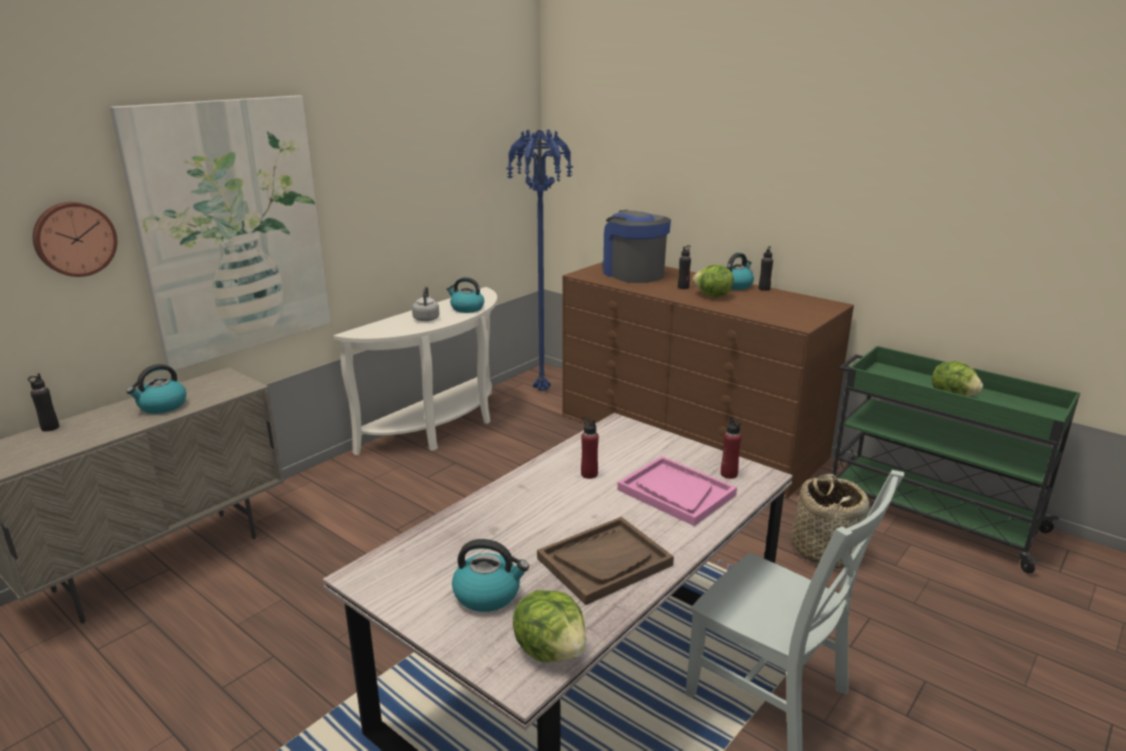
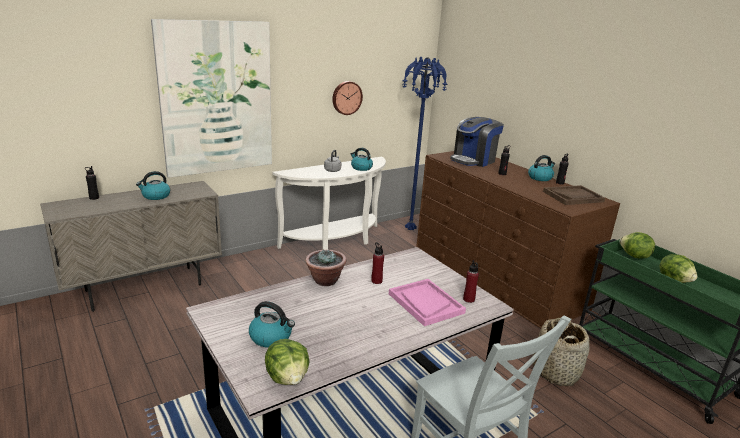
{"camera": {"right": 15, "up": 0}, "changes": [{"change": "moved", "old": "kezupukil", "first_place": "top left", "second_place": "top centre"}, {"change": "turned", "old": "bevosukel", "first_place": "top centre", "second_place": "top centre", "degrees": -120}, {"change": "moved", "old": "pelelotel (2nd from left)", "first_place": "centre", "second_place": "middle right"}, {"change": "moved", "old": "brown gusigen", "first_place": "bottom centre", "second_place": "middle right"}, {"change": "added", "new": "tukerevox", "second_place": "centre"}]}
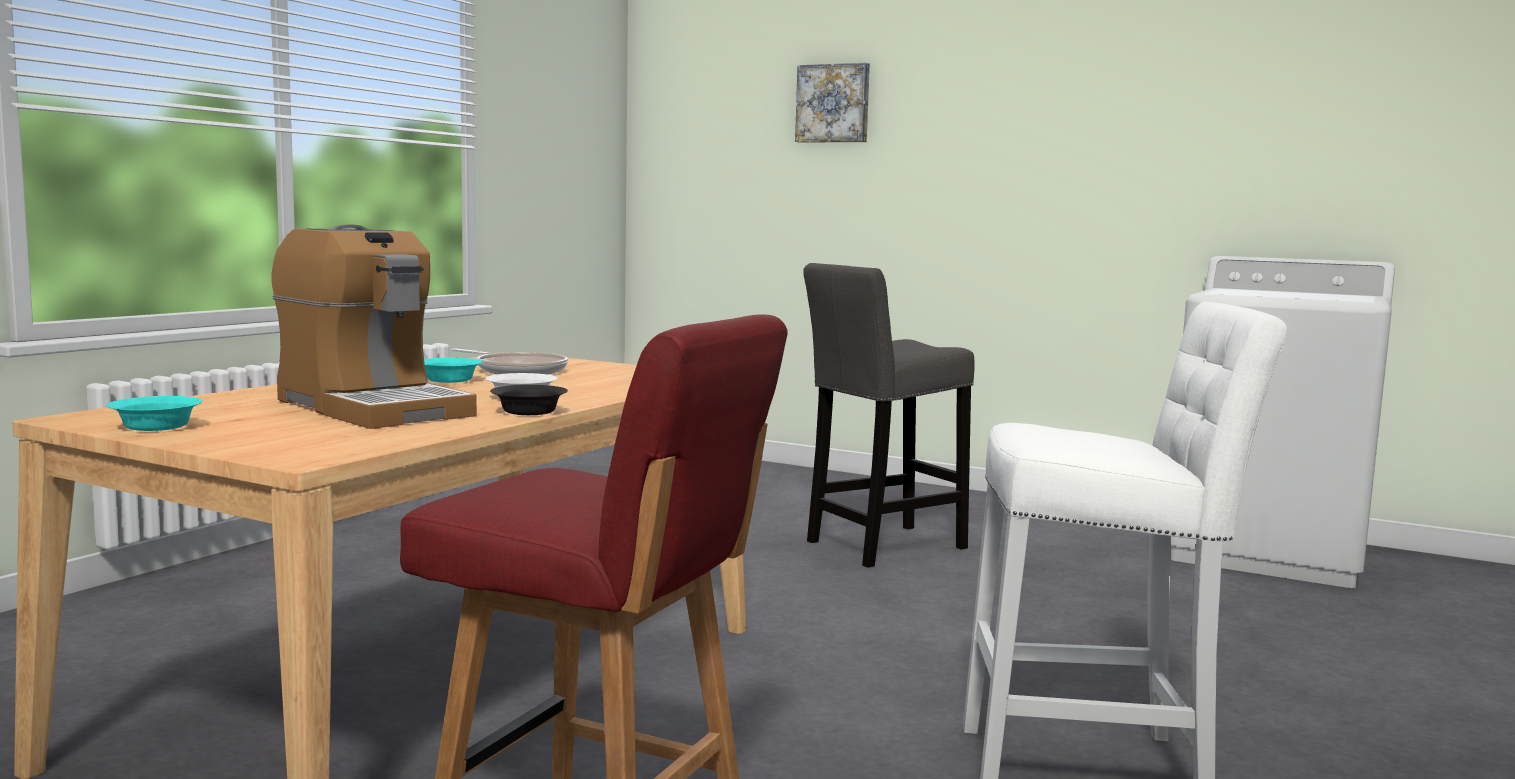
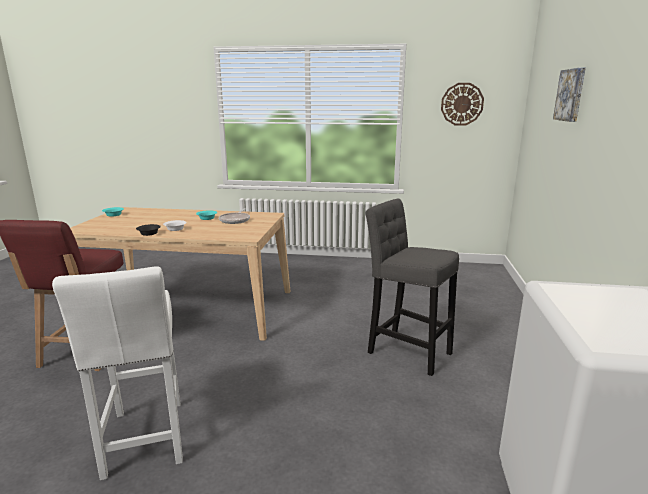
{"camera": {"right": 70, "up": 10}, "changes": [{"change": "removed", "old": "bevosukel", "first_place": "middle left"}, {"change": "added", "new": "kezupukil", "second_place": "top right"}]}
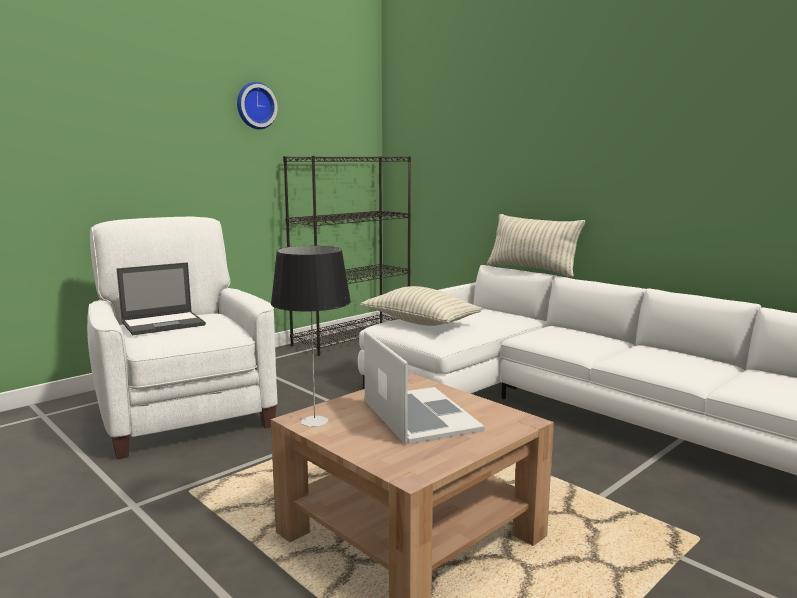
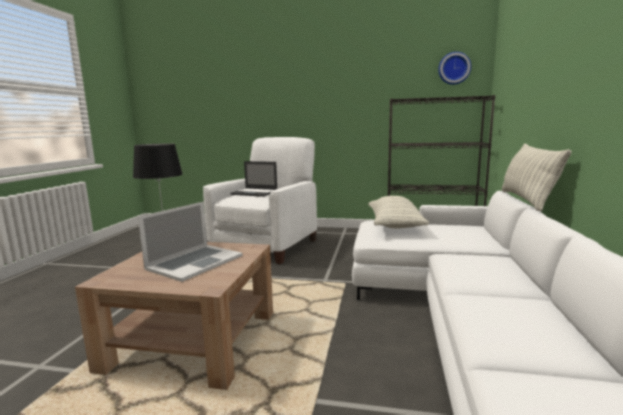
{"camera": {"right": 55, "up": 0}, "changes": [{"change": "moved", "old": "kezupukil", "first_place": "top left", "second_place": "top right"}]}
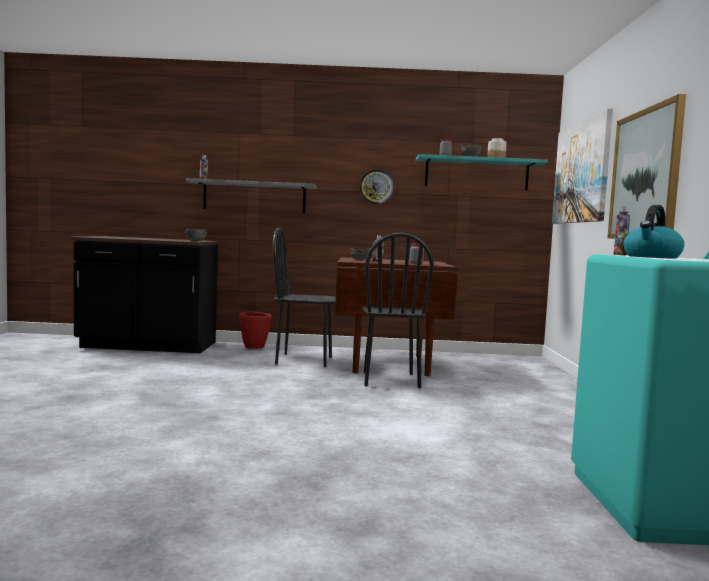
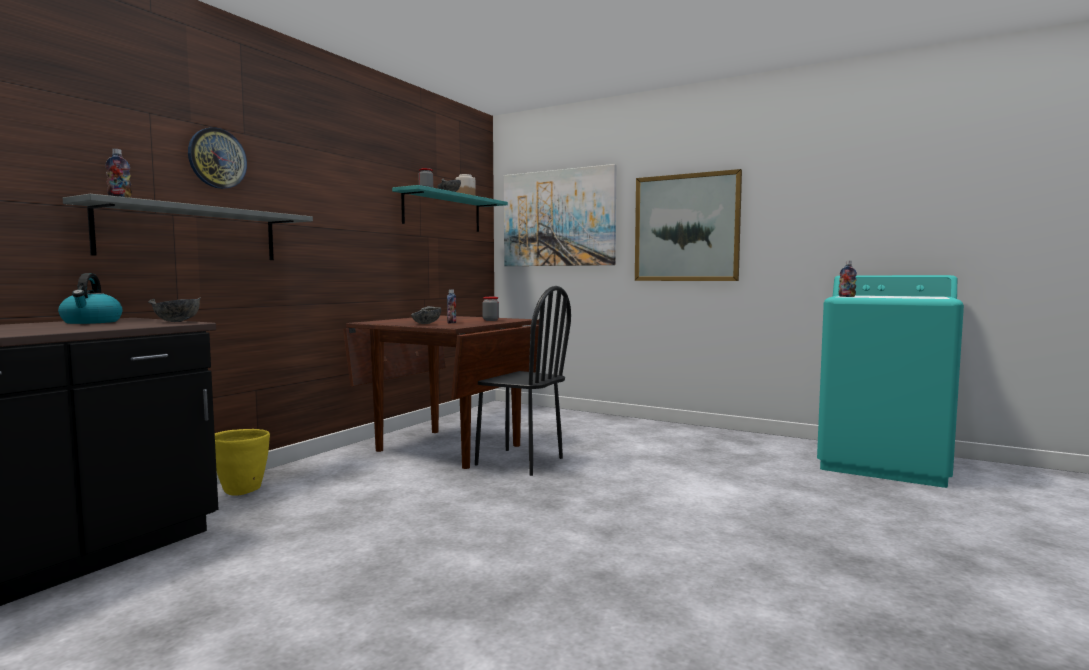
{"camera": {"right": -60, "up": 0}, "changes": [{"change": "moved", "old": "kezupukil", "first_place": "top centre", "second_place": "top left"}, {"change": "moved", "old": "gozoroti", "first_place": "middle right", "second_place": "middle left"}, {"change": "removed", "old": "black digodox (1st from left)", "first_place": "centre"}, {"change": "recoloured", "old": "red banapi", "new": "yellow banapi", "first_place": "centre", "second_place": "bottom left"}]}
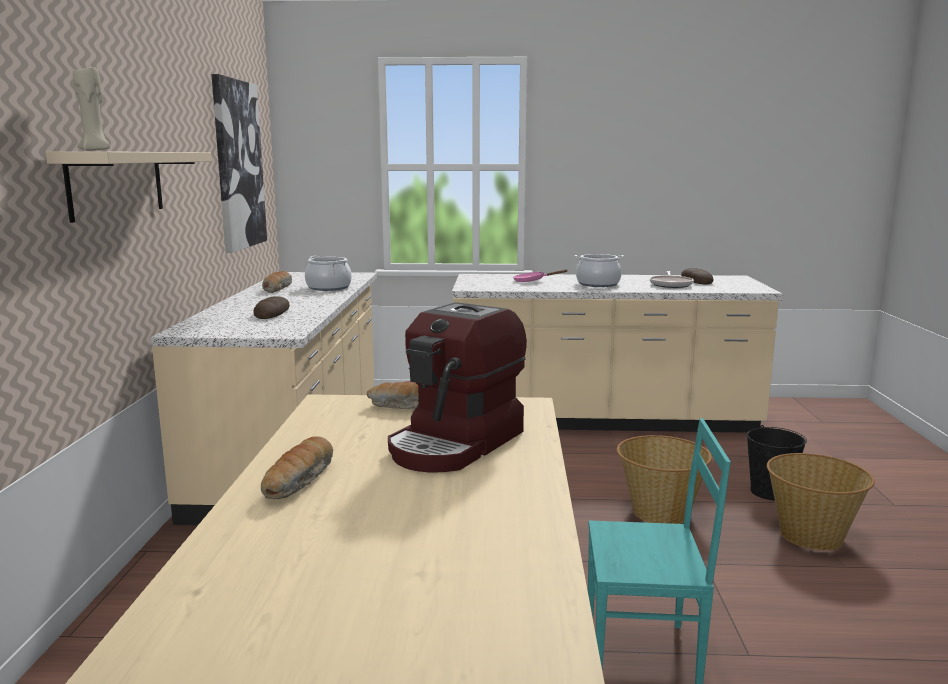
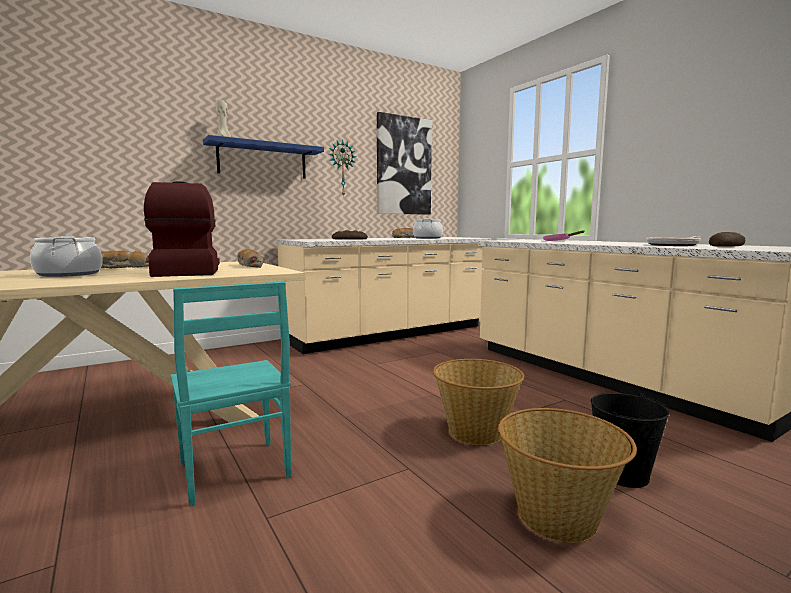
{"camera": {"right": 55, "up": -5}, "changes": [{"change": "recoloured", "old": "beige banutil", "new": "blue banutil", "first_place": "top left", "second_place": "top left"}, {"change": "moved", "old": "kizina (2nd from left in the first image)", "new": "kizina (1st from left)", "first_place": "centre", "second_place": "middle left"}, {"change": "turned", "old": "bevosukel", "first_place": "centre", "second_place": "middle left", "degrees": 75}, {"change": "added", "new": "kezupukil", "second_place": "top centre"}]}
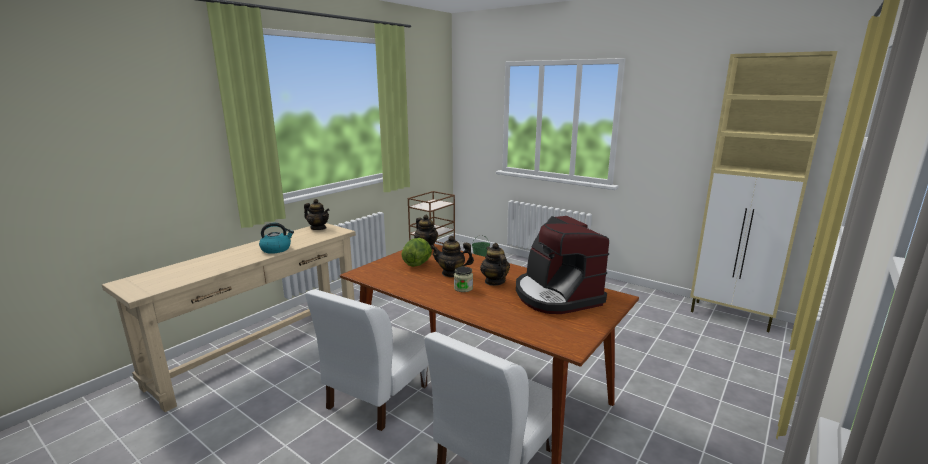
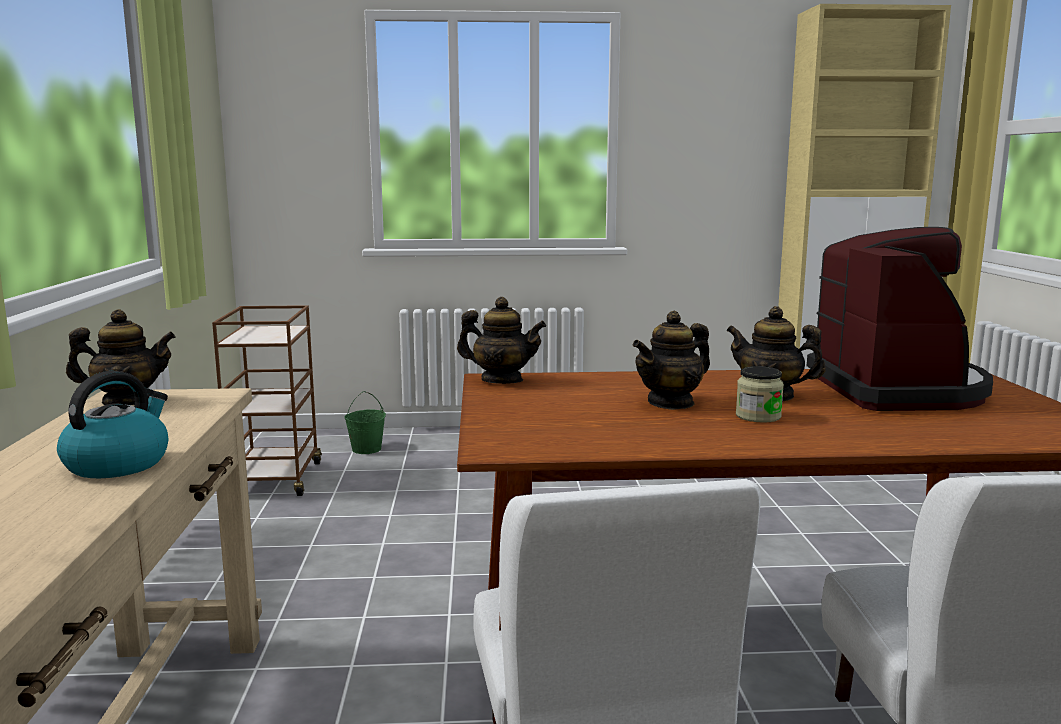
{"camera": {"right": -40, "up": -5}, "changes": [{"change": "turned", "old": "bevosukel", "first_place": "centre", "second_place": "middle right", "degrees": -120}, {"change": "removed", "old": "pelelotel", "first_place": "centre"}]}
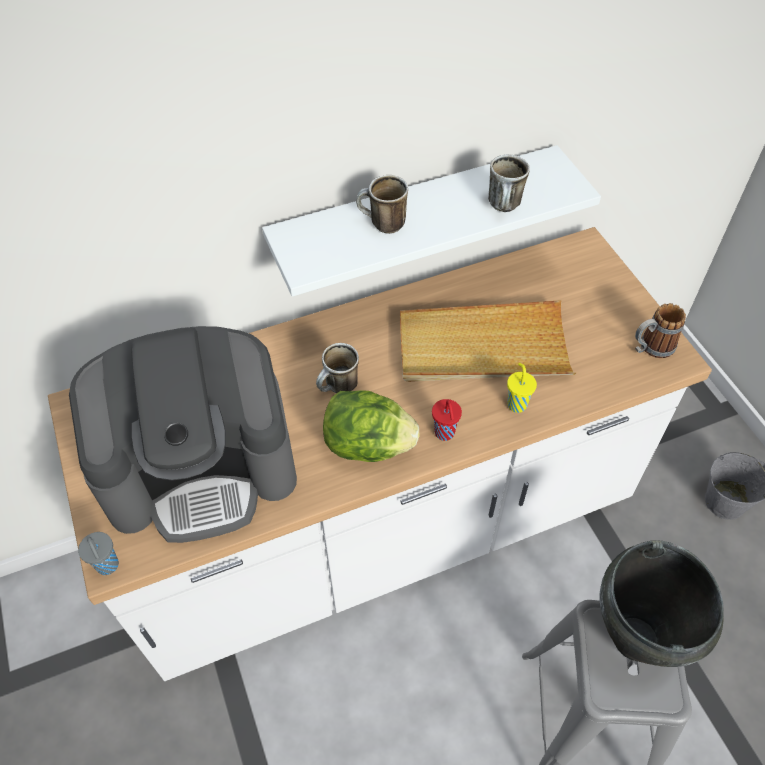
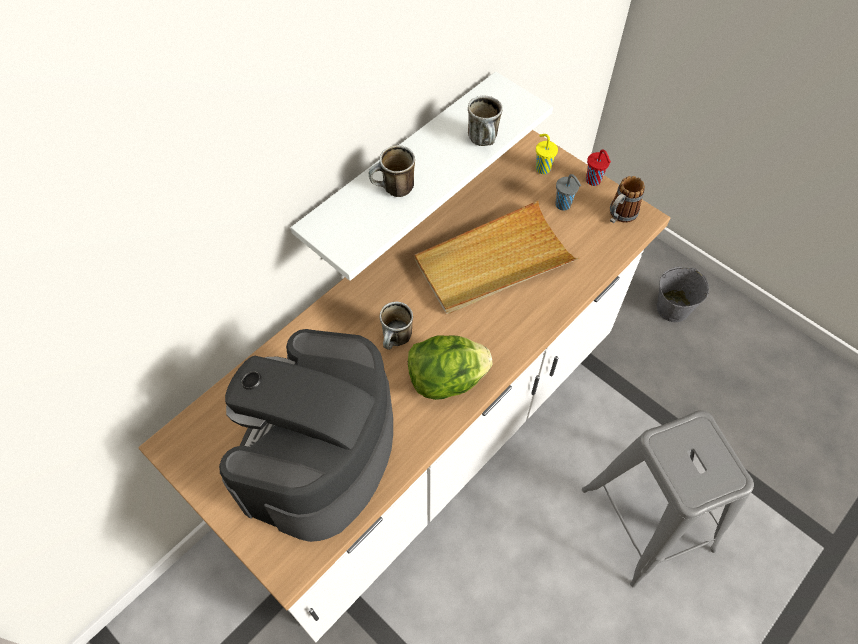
{"camera": {"right": -25, "up": 5}, "changes": [{"change": "turned", "old": "bevosukel", "first_place": "middle left", "second_place": "bottom centre", "degrees": 150}, {"change": "moved", "old": "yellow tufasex", "first_place": "middle right", "second_place": "top centre"}, {"change": "moved", "old": "red tufasex", "first_place": "centre", "second_place": "top right"}, {"change": "moved", "old": "grey tufasex", "first_place": "bottom left", "second_place": "top centre"}, {"change": "removed", "old": "black kizina", "first_place": "bottom right"}]}
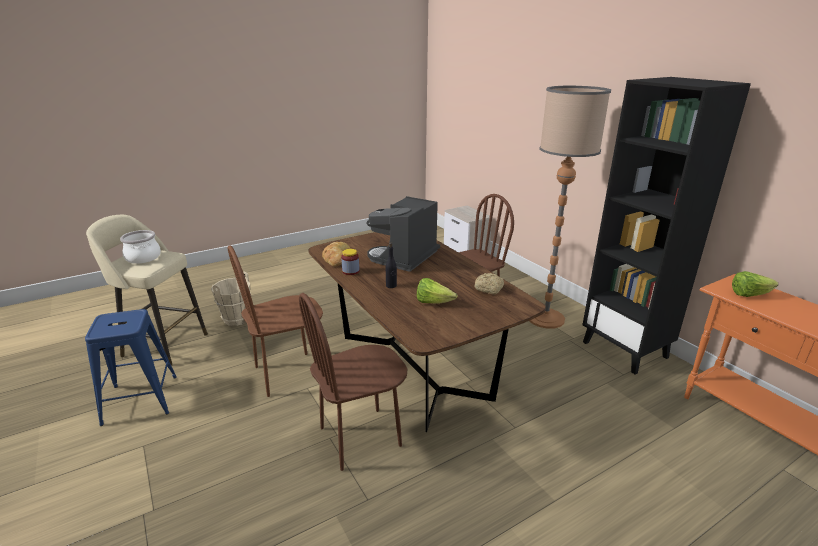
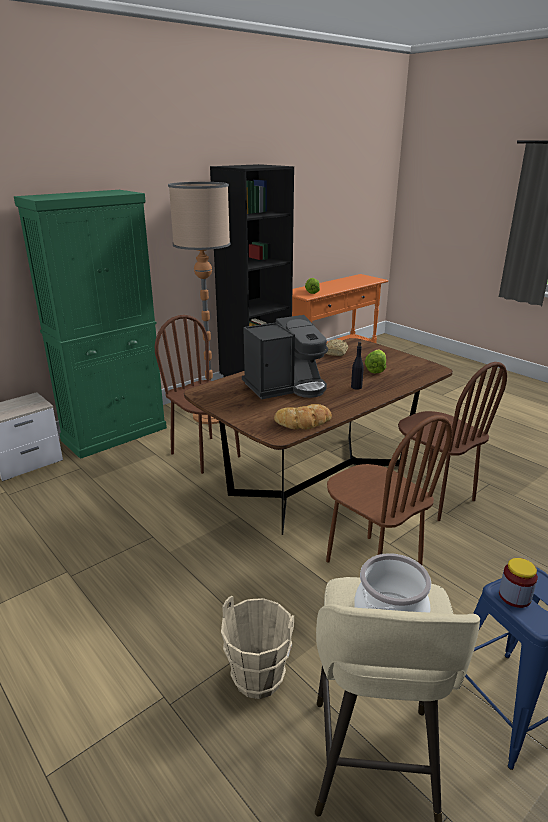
{"camera": {"right": -100, "up": 0}, "changes": [{"change": "turned", "old": "bevosukel", "first_place": "centre", "second_place": "centre", "degrees": -45}, {"change": "moved", "old": "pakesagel", "first_place": "centre", "second_place": "bottom right"}, {"change": "added", "new": "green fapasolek", "second_place": "middle left"}]}
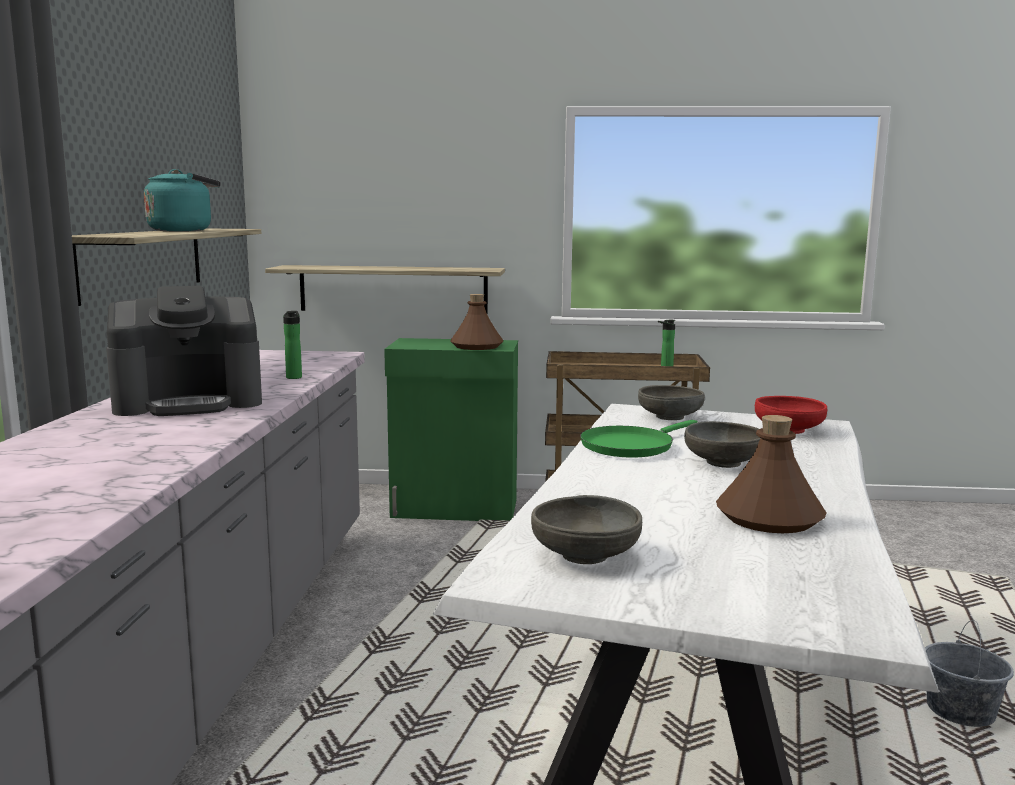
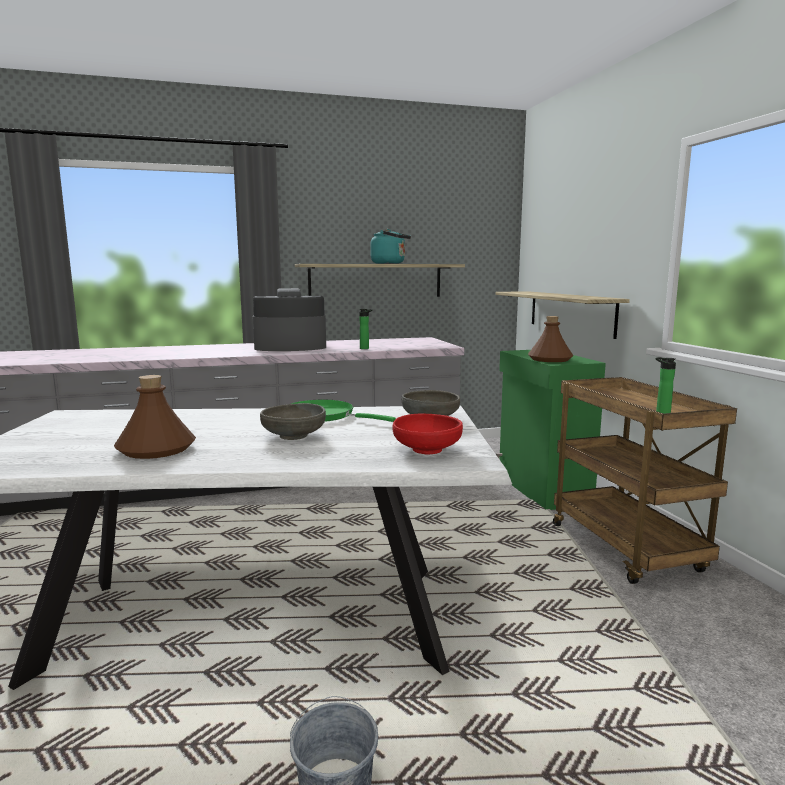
{"camera": {"right": 70, "up": 0}, "changes": [{"change": "turned", "old": "bevosukel", "first_place": "middle left", "second_place": "centre", "degrees": 120}, {"change": "removed", "old": "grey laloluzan (1st from left)", "first_place": "bottom centre"}]}
